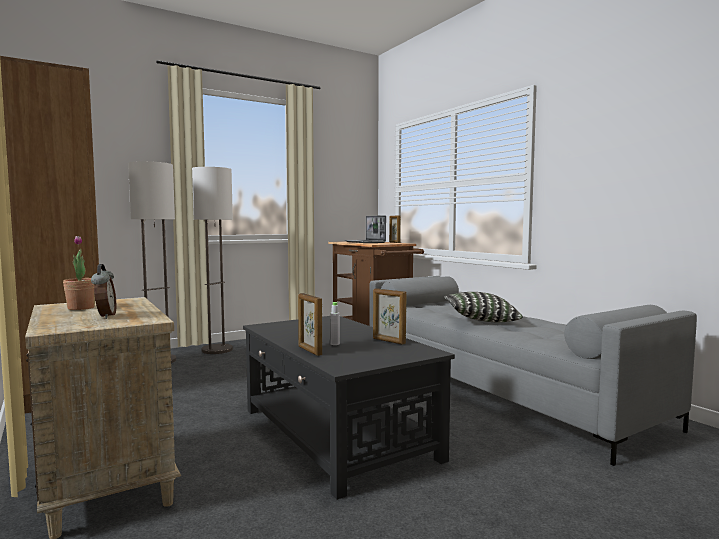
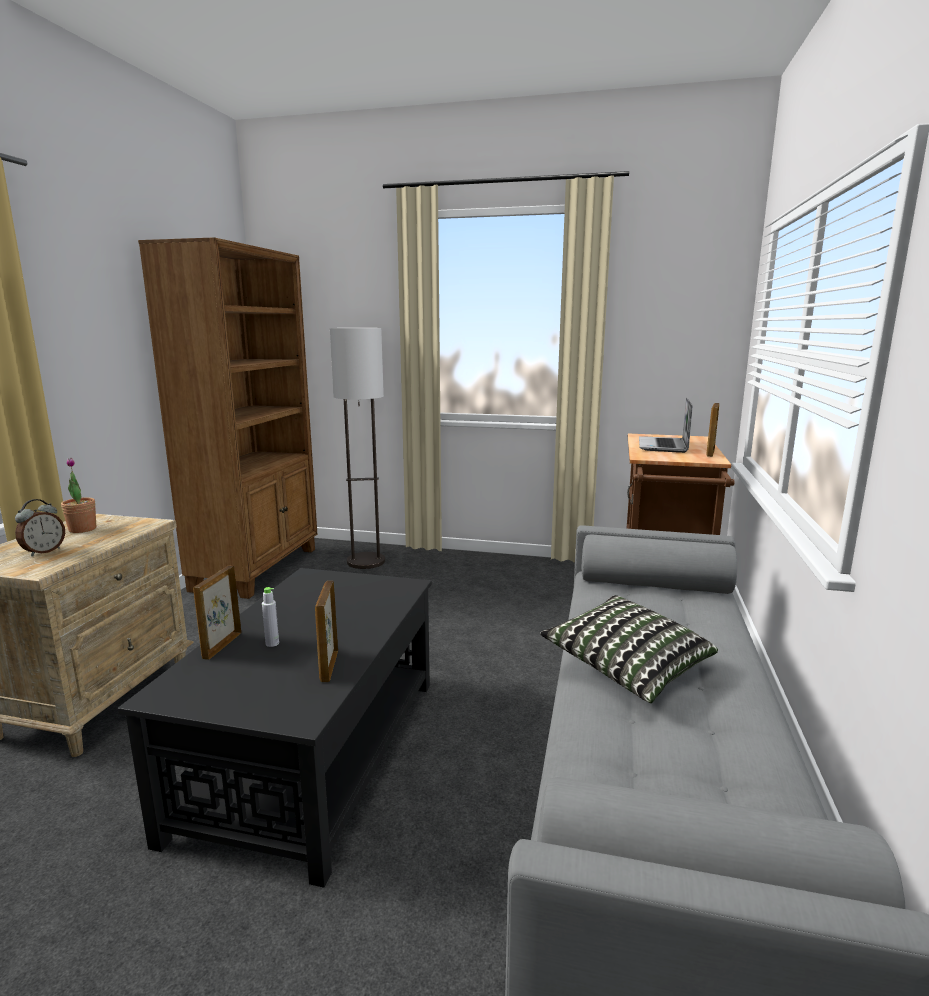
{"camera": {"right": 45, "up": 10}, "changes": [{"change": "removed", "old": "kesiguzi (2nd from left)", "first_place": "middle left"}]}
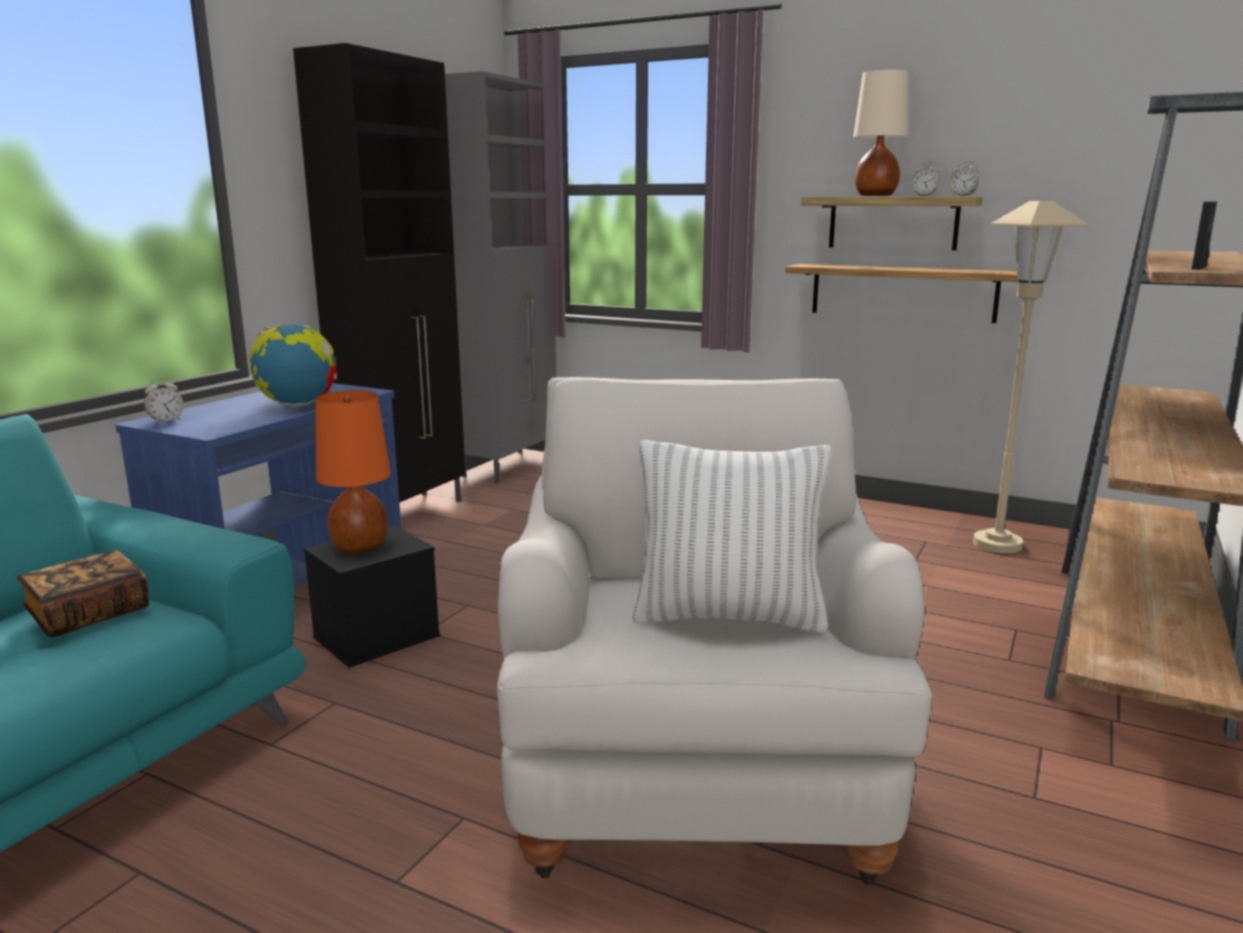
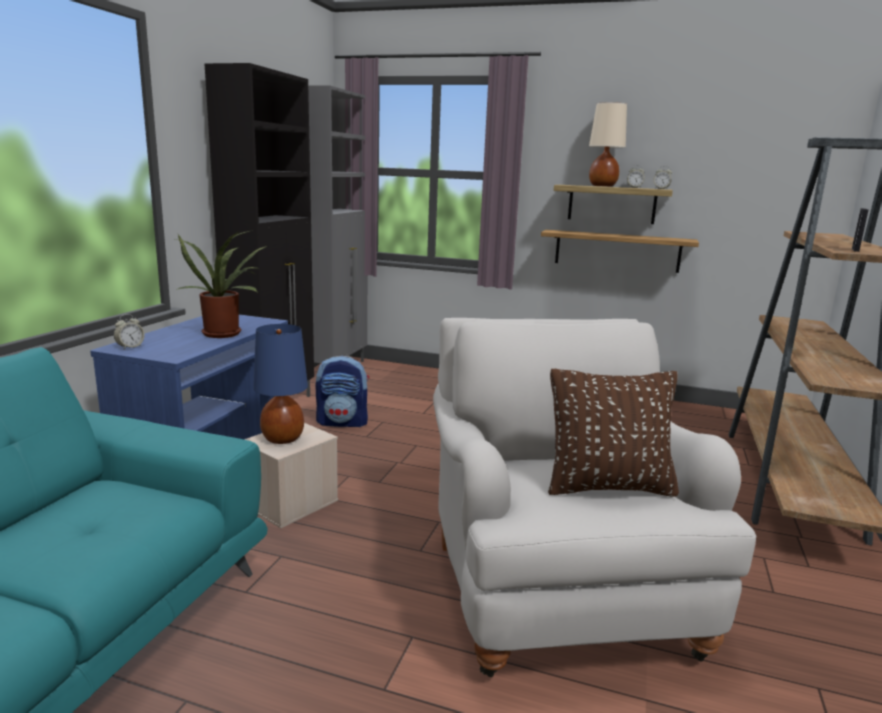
{"camera": {"right": -10, "up": 0}, "changes": [{"change": "removed", "old": "beige kesiguzi", "first_place": "middle right"}, {"change": "replaced", "old": "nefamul", "new": "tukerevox", "first_place": "middle left", "second_place": "middle left"}, {"change": "recoloured", "old": "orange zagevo", "new": "blue zagevo", "first_place": "middle left", "second_place": "middle left"}, {"change": "recoloured", "old": "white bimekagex", "new": "brown bimekagex", "first_place": "centre", "second_place": "middle right"}, {"change": "recoloured", "old": "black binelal", "new": "beige binelal", "first_place": "middle left", "second_place": "middle left"}, {"change": "removed", "old": "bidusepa", "first_place": "middle left"}, {"change": "added", "new": "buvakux", "second_place": "centre"}]}
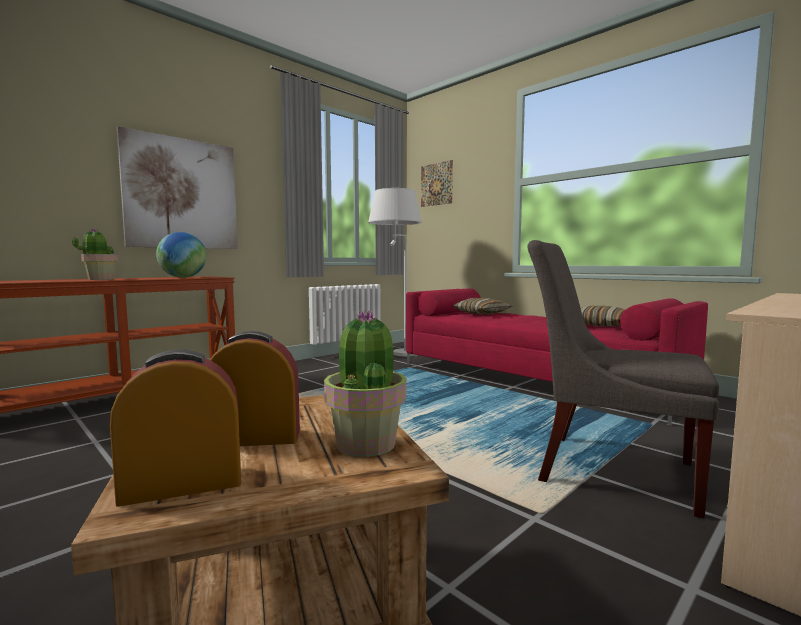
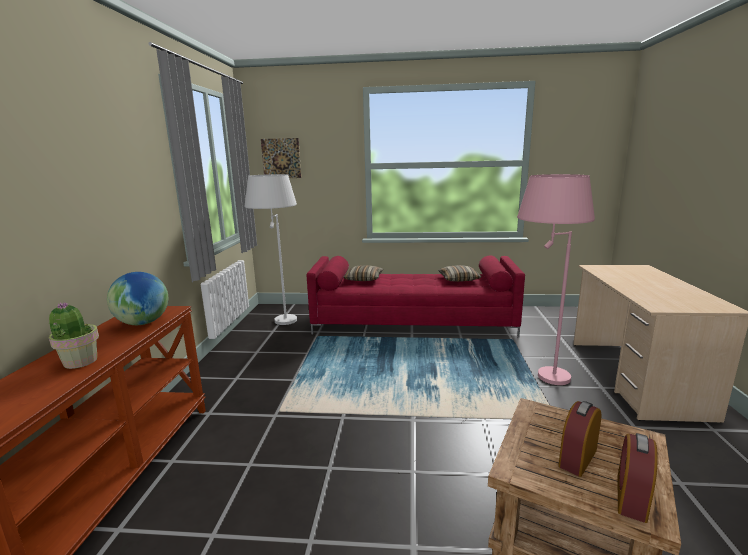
{"camera": {"right": -40, "up": 10}, "changes": [{"change": "removed", "old": "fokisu (1st from left)", "first_place": "top left"}, {"change": "replaced", "old": "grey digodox", "new": "pink kesiguzi", "first_place": "middle right", "second_place": "middle right"}, {"change": "removed", "old": "tukerevox (2nd from left)", "first_place": "centre"}]}
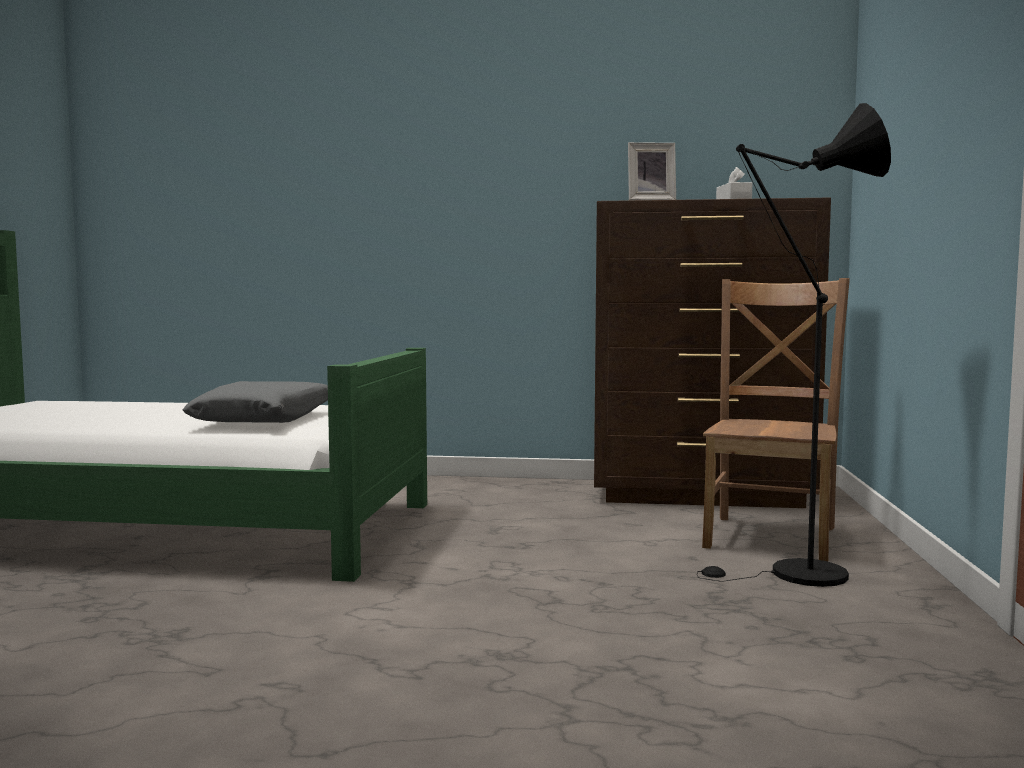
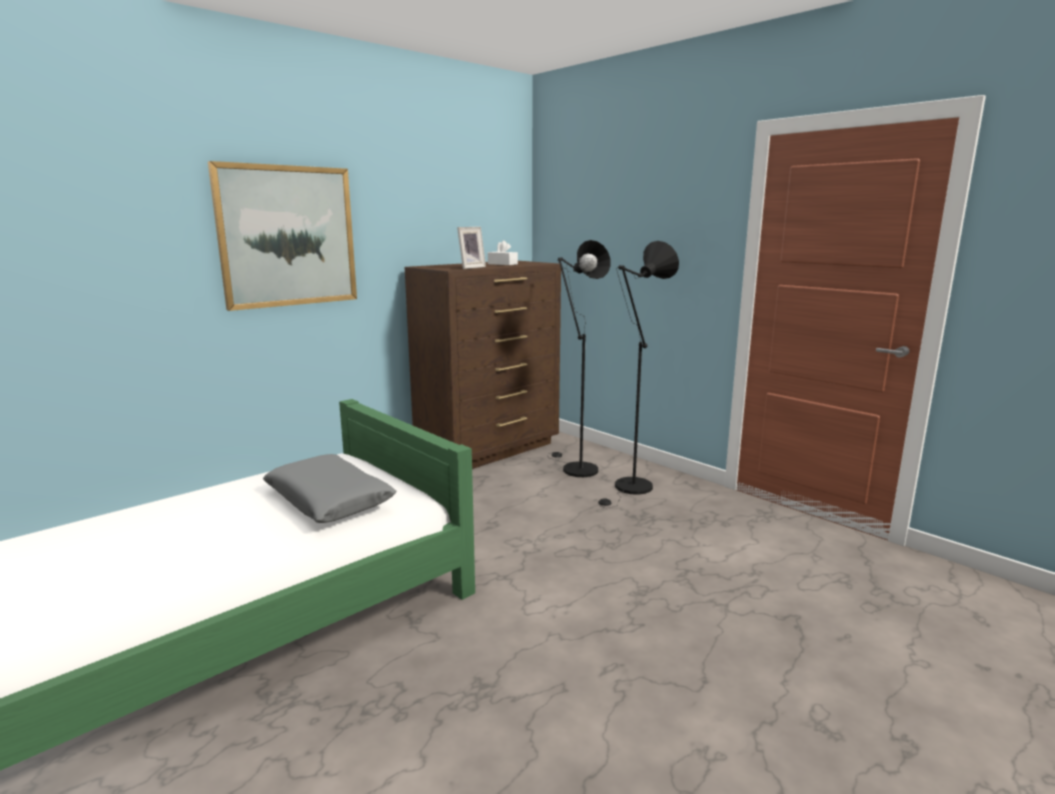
{"camera": {"right": -50, "up": 10}, "changes": [{"change": "replaced", "old": "brown digodox", "new": "black kesiguzi (1st from left)", "first_place": "middle right", "second_place": "centre"}, {"change": "added", "new": "fokisu", "second_place": "top left"}]}
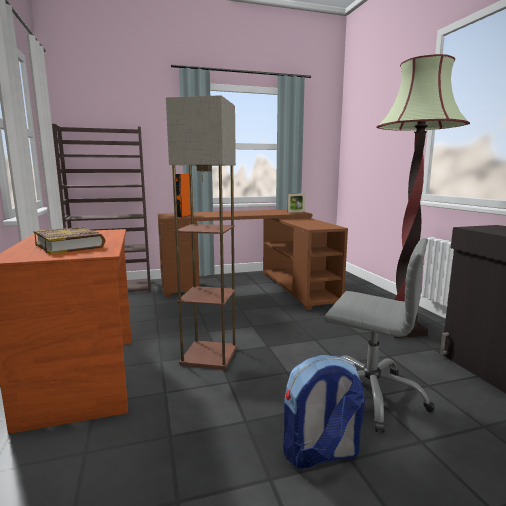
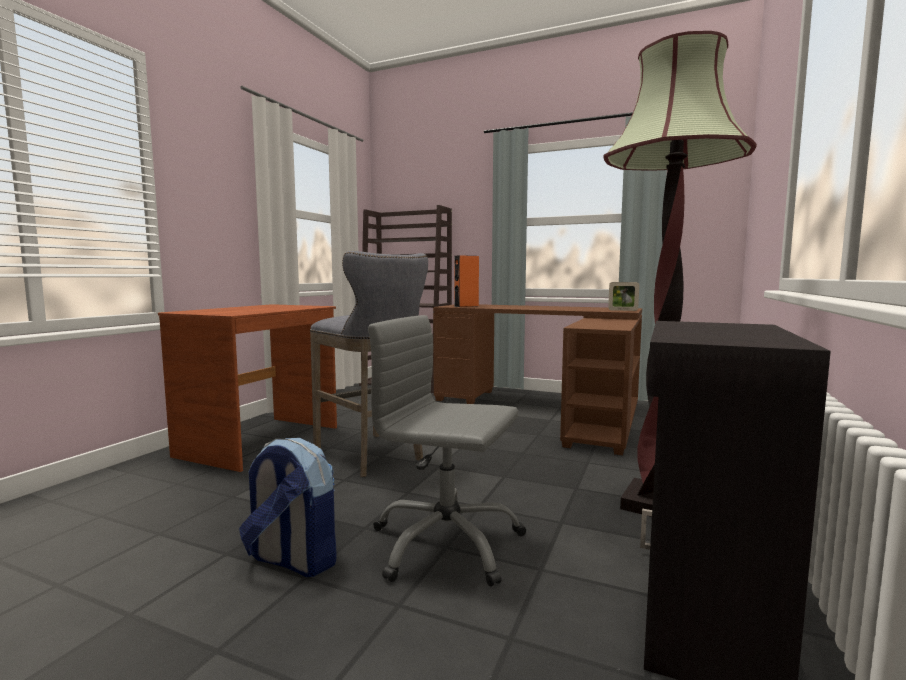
{"camera": {"right": 40, "up": -5}, "changes": [{"change": "replaced", "old": "kesiguzi (1st from left)", "new": "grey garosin", "first_place": "centre", "second_place": "centre"}, {"change": "removed", "old": "bidusepa", "first_place": "middle left"}, {"change": "turned", "old": "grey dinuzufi", "first_place": "middle right", "second_place": "centre", "degrees": 135}]}
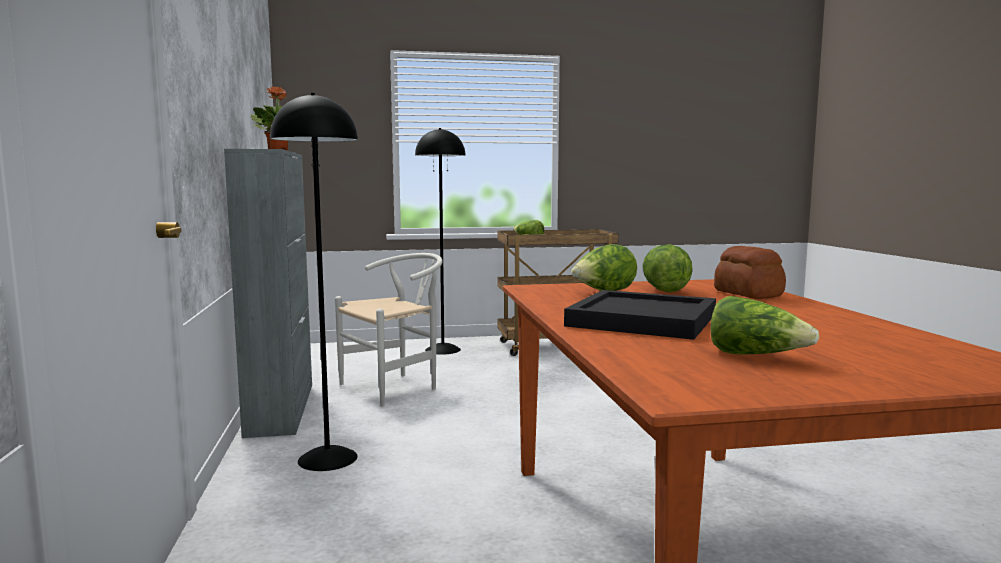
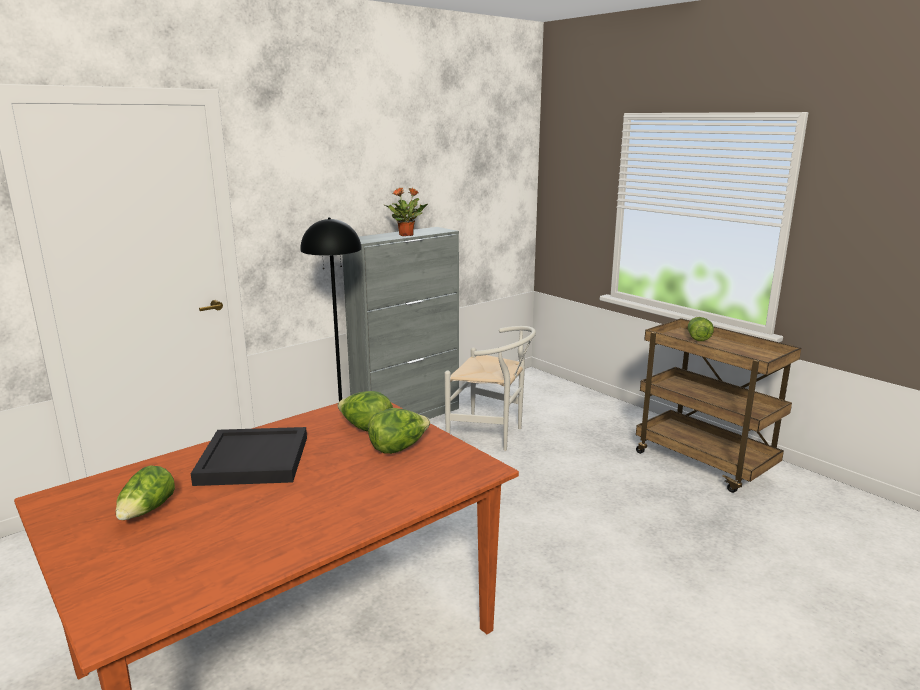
{"camera": {"right": 60, "up": 10}, "changes": [{"change": "removed", "old": "black kesiguzi (2nd from left)", "first_place": "centre"}, {"change": "removed", "old": "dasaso", "first_place": "middle right"}]}
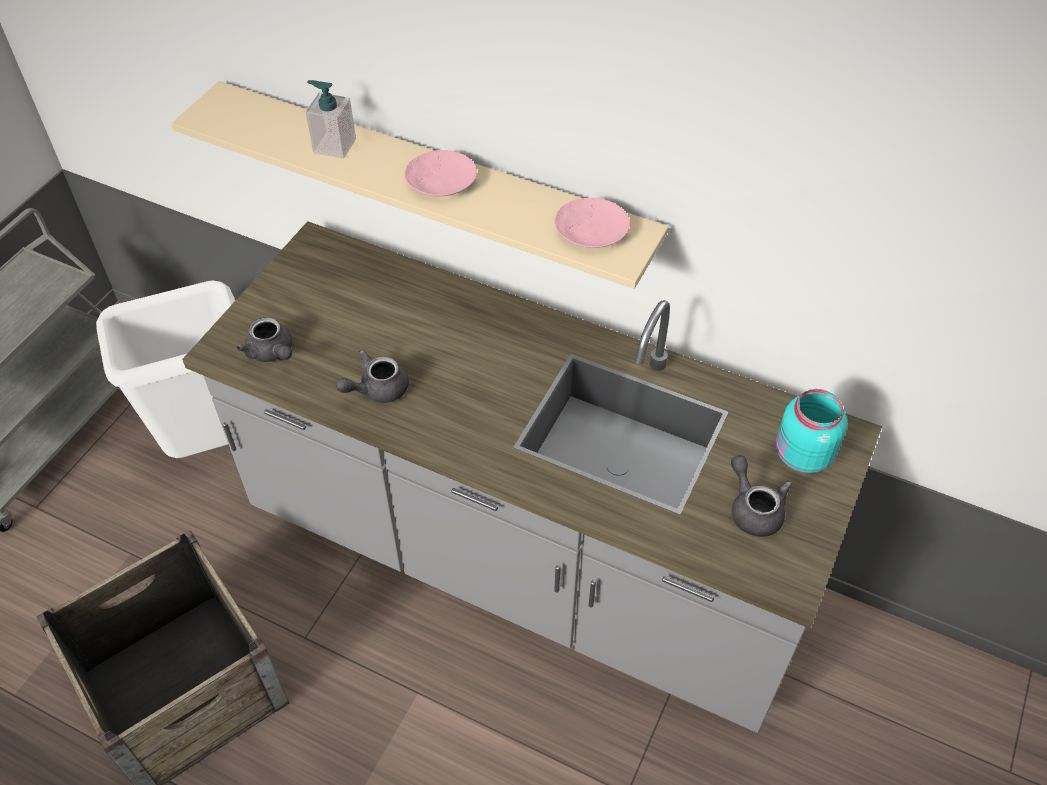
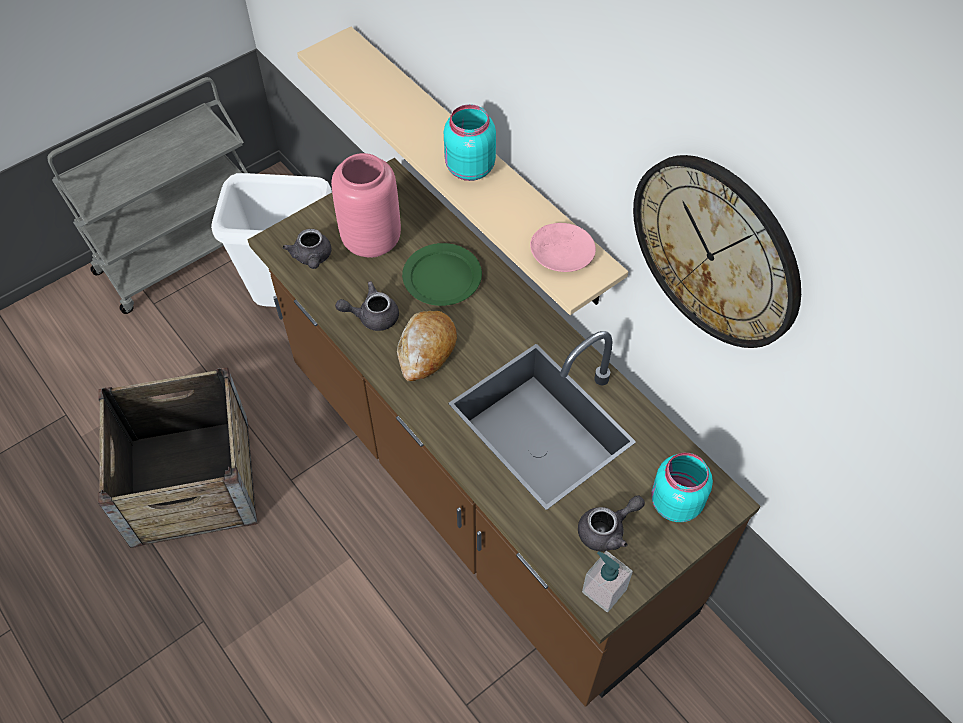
{"camera": {"right": 25, "up": 5}, "changes": [{"change": "moved", "old": "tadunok", "first_place": "top left", "second_place": "bottom centre"}, {"change": "replaced", "old": "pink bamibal (1st from left)", "new": "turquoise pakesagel (1st from left)", "first_place": "top centre", "second_place": "top centre"}, {"change": "recoloured", "old": "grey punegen", "new": "brown punegen", "first_place": "centre", "second_place": "centre"}, {"change": "turned", "old": "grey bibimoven (3rd from left)", "first_place": "middle right", "second_place": "bottom centre", "degrees": 60}, {"change": "added", "new": "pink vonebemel", "second_place": "top centre"}, {"change": "added", "new": "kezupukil", "second_place": "middle right"}, {"change": "added", "new": "green bamibal", "second_place": "centre"}, {"change": "added", "new": "dasaso", "second_place": "centre"}]}
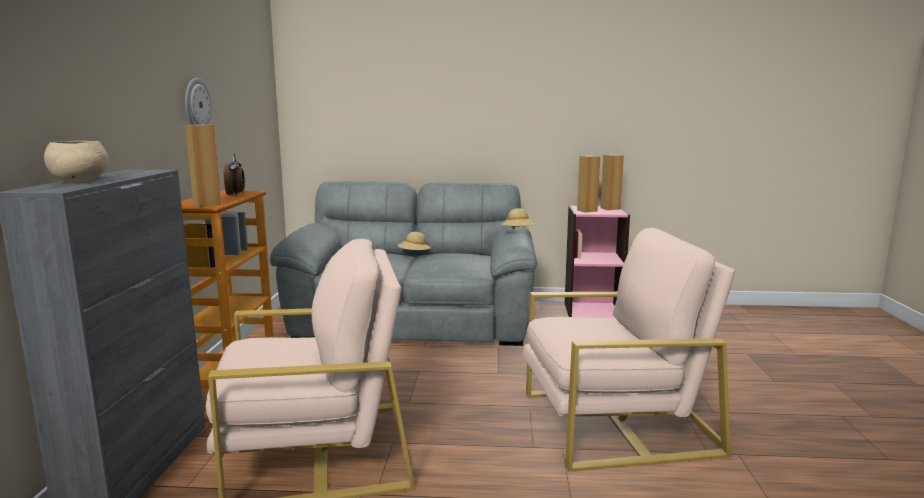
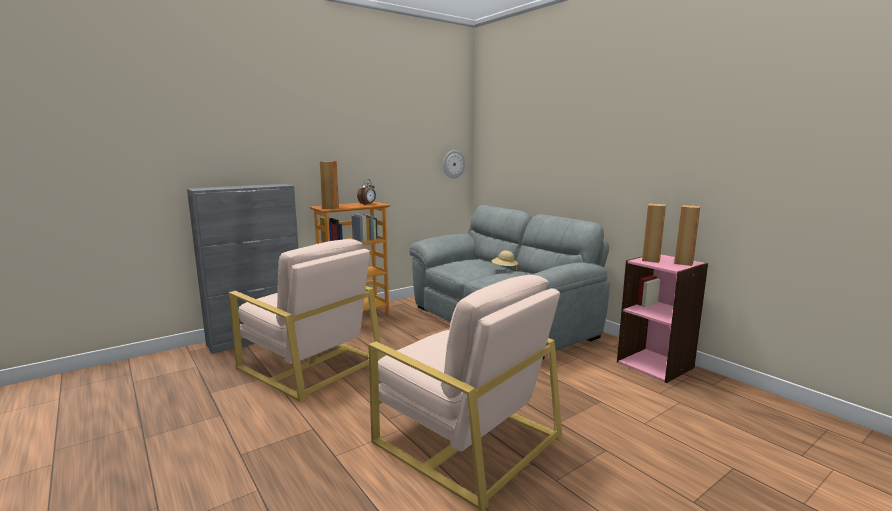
{"camera": {"right": 50, "up": 0}, "changes": [{"change": "moved", "old": "kezupukil", "first_place": "top left", "second_place": "top centre"}, {"change": "removed", "old": "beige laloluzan", "first_place": "top left"}, {"change": "removed", "old": "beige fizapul (2nd from left)", "first_place": "centre"}]}
